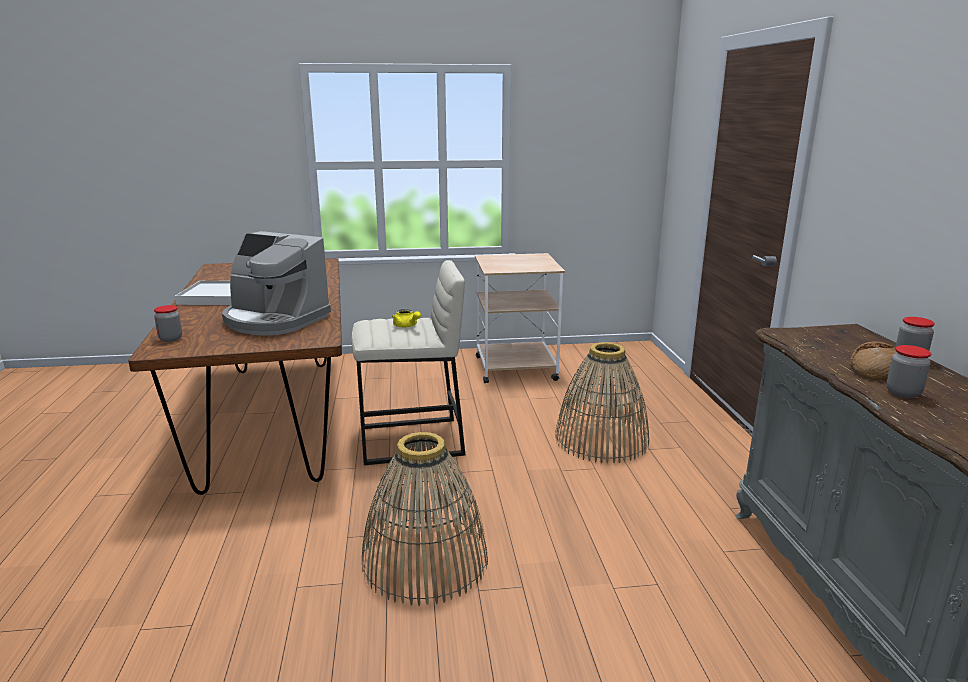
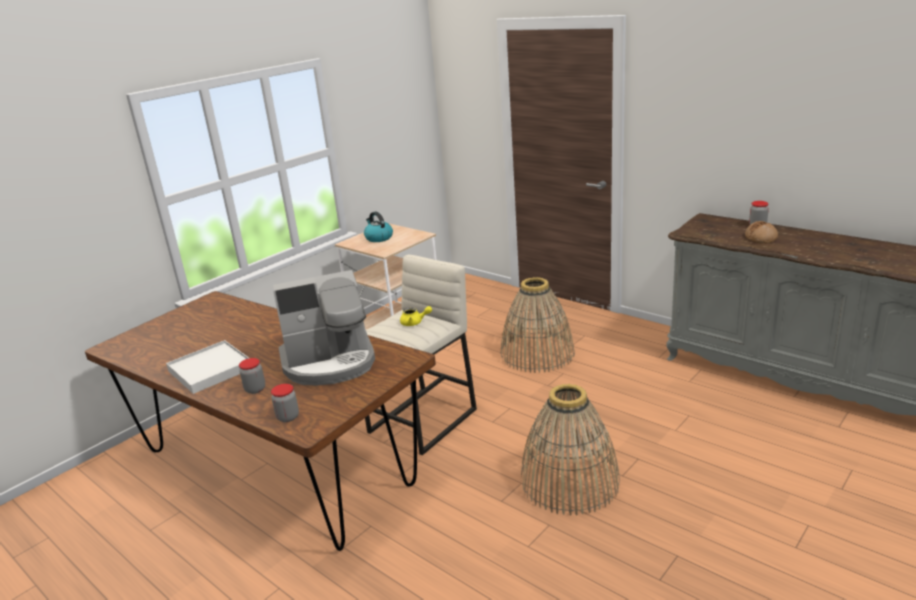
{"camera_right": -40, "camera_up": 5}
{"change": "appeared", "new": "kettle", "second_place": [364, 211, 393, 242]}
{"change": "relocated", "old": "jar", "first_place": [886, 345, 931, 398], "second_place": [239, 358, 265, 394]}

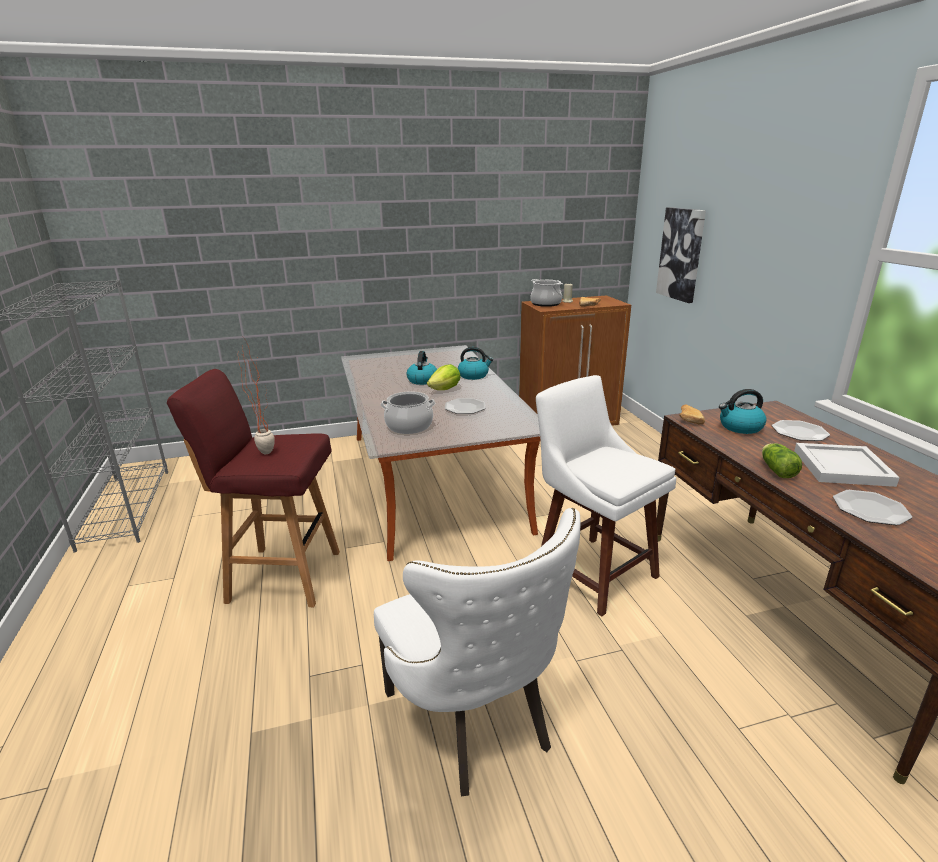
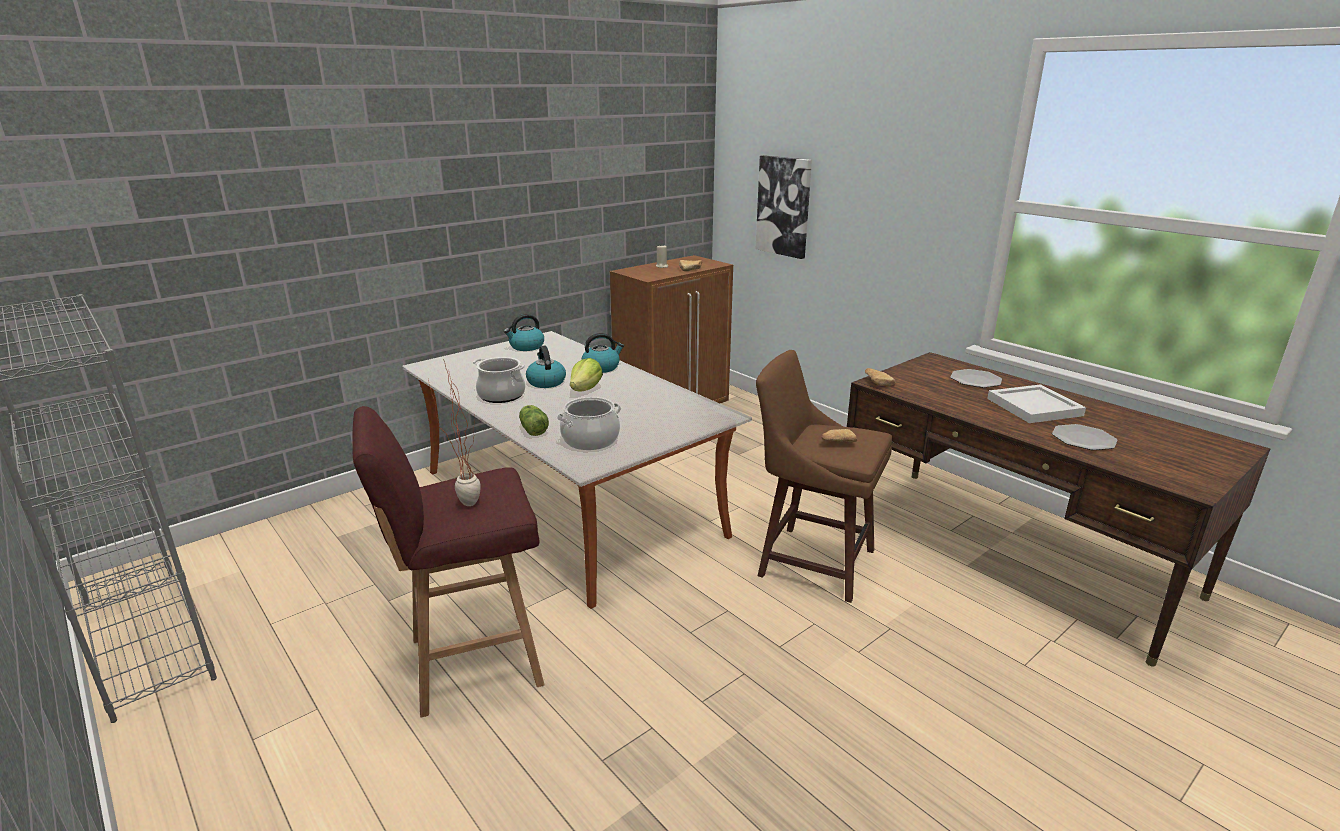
{"camera_right": -25, "camera_up": 0}
{"change": "missing", "old": "white chair", "first_place": [374, 508, 581, 796]}
{"change": "missing", "old": "plate", "first_place": [445, 398, 485, 414]}
{"change": "appeared", "new": "bread", "second_place": [821, 429, 857, 442]}
{"change": "relocated", "old": "cooking pot", "first_place": [530, 279, 563, 307], "second_place": [473, 357, 525, 403]}
{"change": "relocated", "old": "kettle", "first_place": [719, 389, 767, 434], "second_place": [504, 314, 544, 351]}
{"change": "relocated", "old": "lettuce", "first_place": [762, 443, 802, 478], "second_place": [519, 405, 549, 436]}
{"change": "colour", "old": "white stool", "new": "brown stool", "first_place": [536, 375, 676, 616], "second_place": [756, 350, 892, 603]}

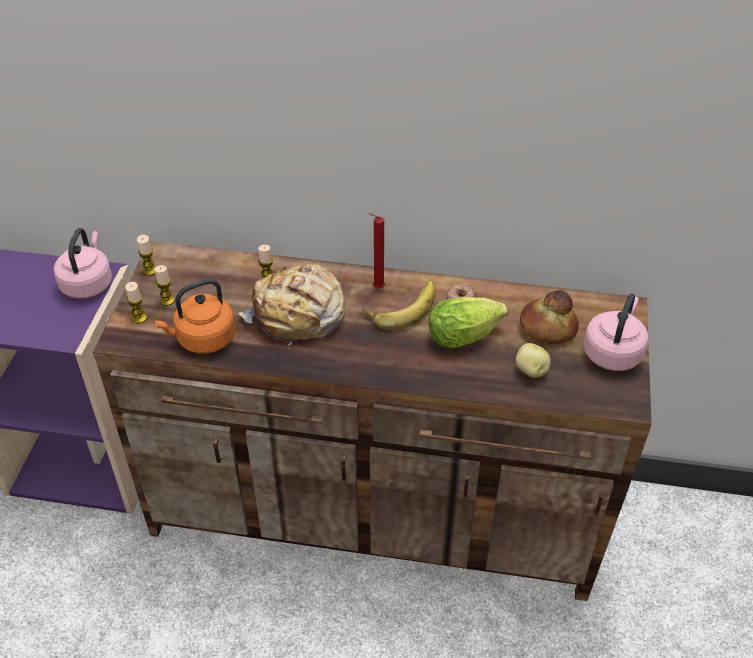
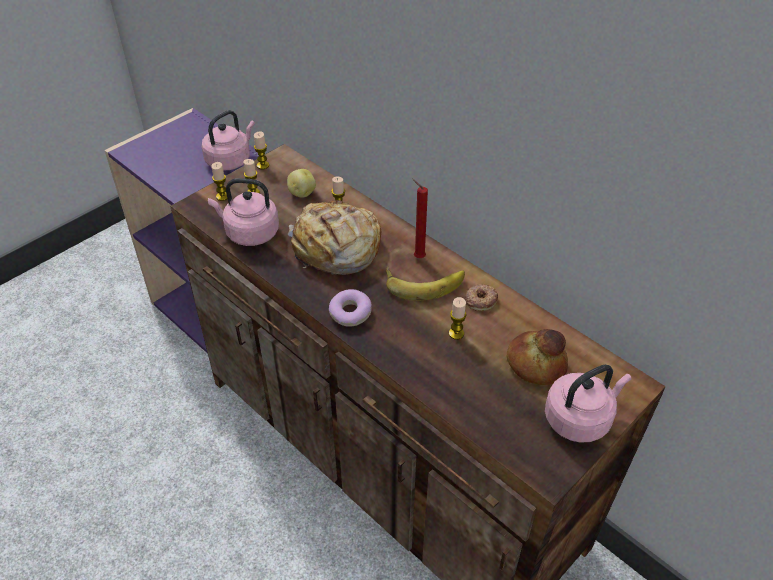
{"camera_right": 35, "camera_up": 0}
{"change": "appeared", "new": "donut", "second_place": [329, 289, 372, 327]}
{"change": "relocated", "old": "potato", "first_place": [516, 343, 551, 378], "second_place": [287, 169, 316, 198]}
{"change": "exchanged", "old": "lettuce", "new": "candle", "first_place": [428, 297, 508, 349], "second_place": [449, 297, 466, 340]}
{"change": "colour", "old": "orange kettle", "new": "pink kettle", "first_place": [154, 279, 236, 354], "second_place": [208, 178, 279, 246]}

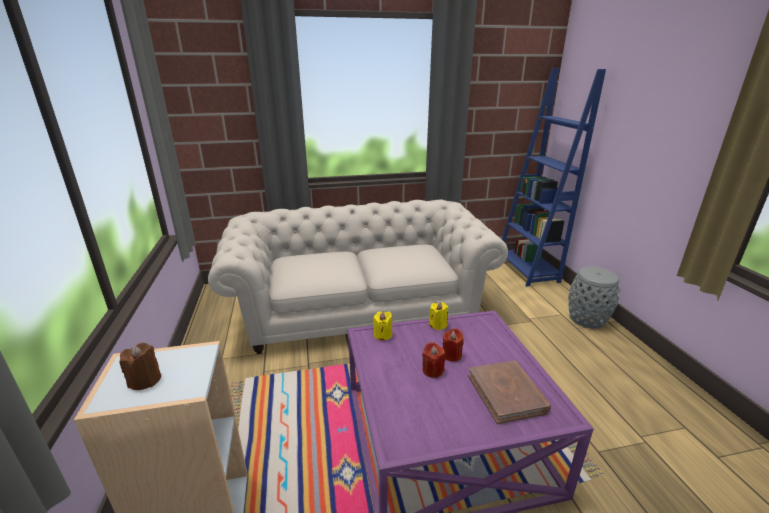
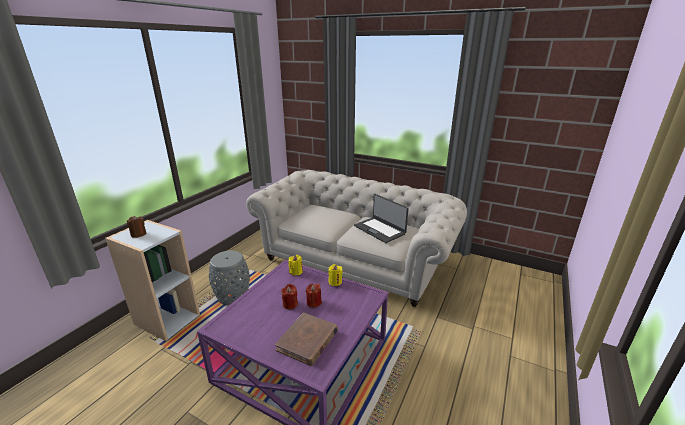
{"camera_right": 40, "camera_up": 0}
{"change": "missing", "old": "blue bookcase", "first_place": [502, 68, 606, 287]}
{"change": "appeared", "new": "laptop", "second_place": [354, 194, 409, 243]}
{"change": "relocated", "old": "grey stool", "first_place": [569, 267, 620, 329], "second_place": [209, 251, 250, 305]}

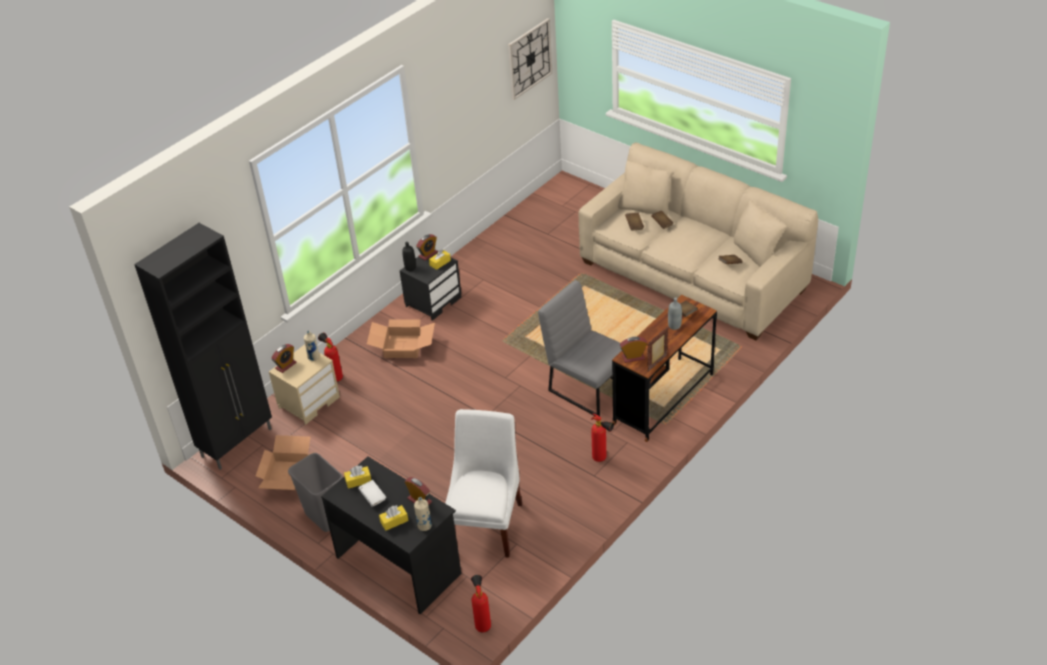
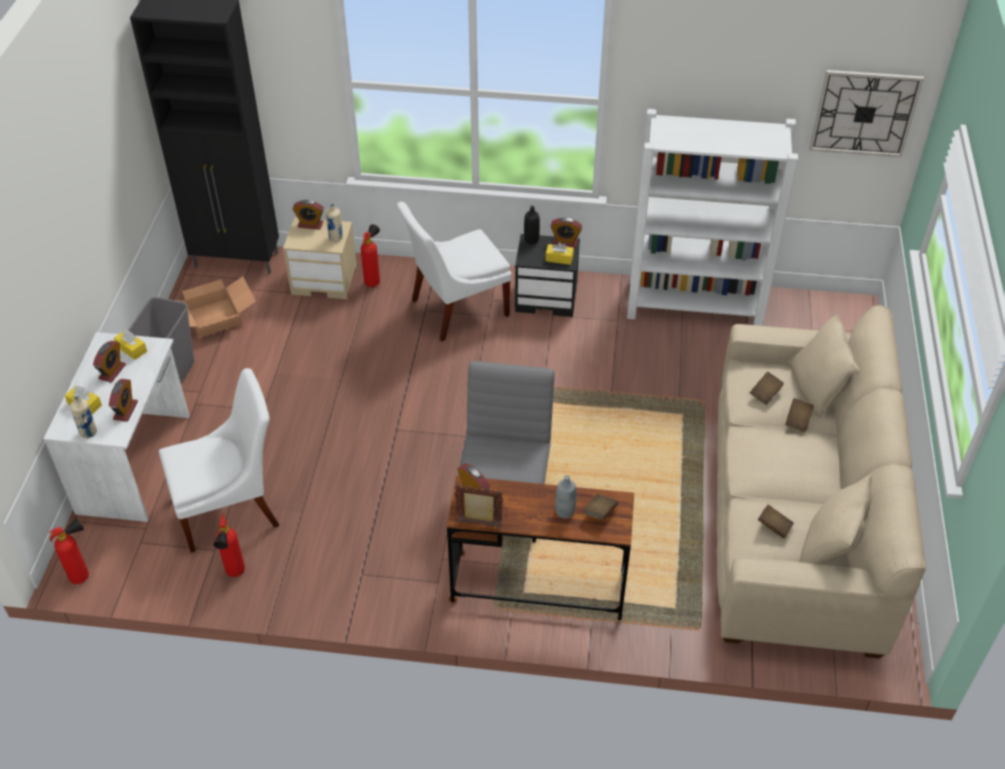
{"camera_right": 55, "camera_up": 5}
{"change": "appeared", "new": "white bookcase", "second_place": [627, 109, 798, 326]}
{"change": "relocated", "old": "fire extinguisher", "first_place": [591, 414, 614, 462], "second_place": [213, 513, 245, 577]}
{"change": "exchanged", "old": "white book", "new": "alarm clock", "first_place": [358, 480, 386, 507], "second_place": [93, 341, 126, 383]}
{"change": "exchanged", "old": "cardboard box", "new": "white chair", "first_place": [367, 319, 435, 358], "second_place": [397, 202, 511, 341]}
{"change": "colour", "old": "black desk", "new": "white desk", "first_place": [321, 457, 461, 614], "second_place": [44, 332, 190, 522]}

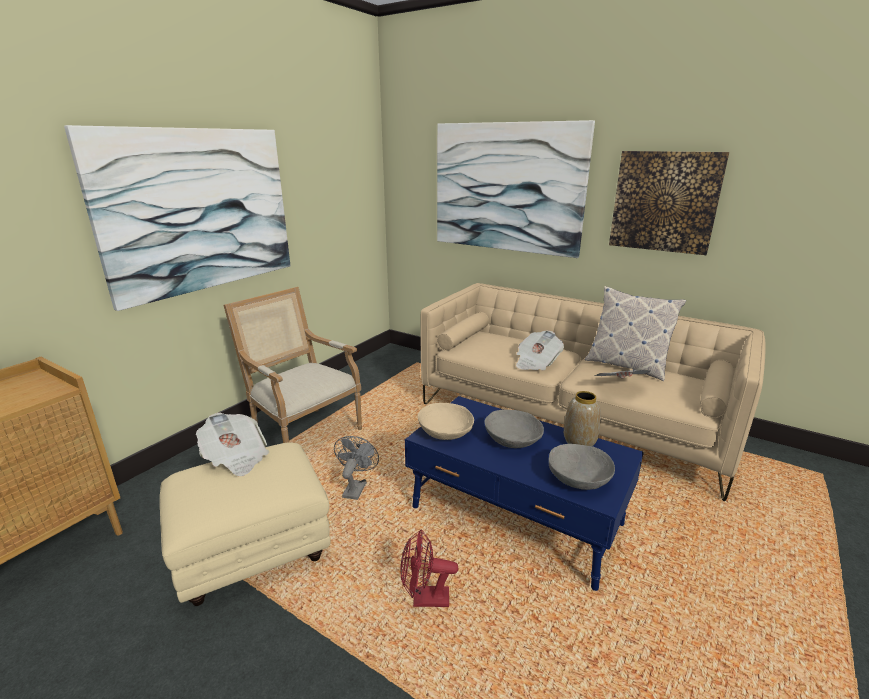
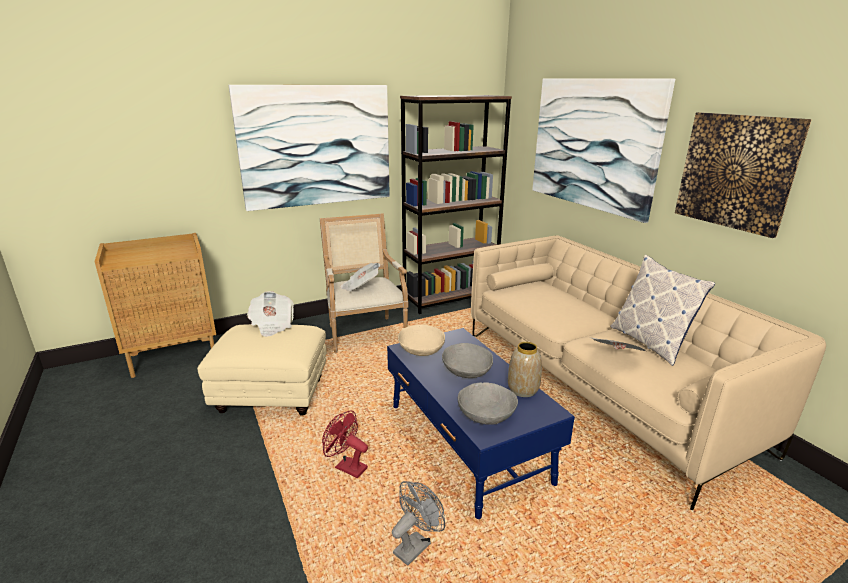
{"camera_right": 30, "camera_up": 0}
{"change": "appeared", "new": "brown bookcase", "second_place": [400, 95, 512, 314]}
{"change": "relocated", "old": "grey fan", "first_place": [334, 436, 379, 500], "second_place": [392, 481, 445, 566]}
{"change": "relocated", "old": "newspaper", "first_place": [516, 330, 564, 371], "second_place": [340, 263, 381, 292]}

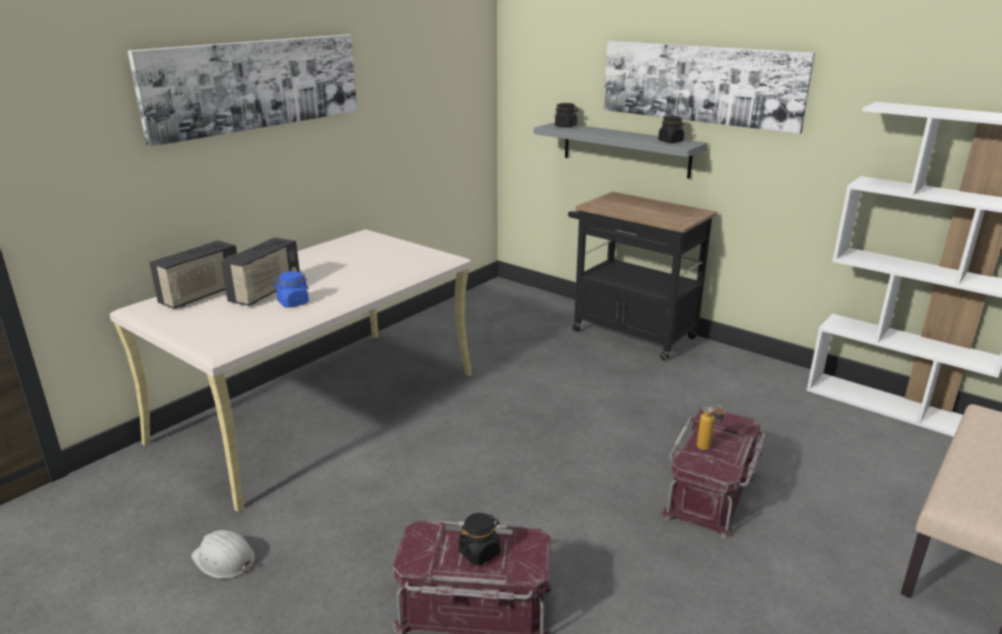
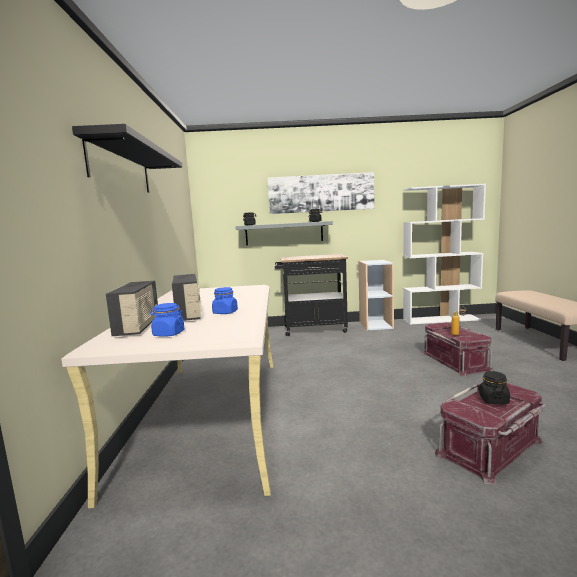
{"camera_right": -40, "camera_up": -15}
{"change": "missing", "old": "white hard hat", "first_place": [191, 530, 255, 579]}
{"change": "appeared", "new": "blue jar", "second_place": [150, 303, 184, 337]}
{"change": "appeared", "new": "bookcase", "second_place": [358, 260, 394, 330]}
{"change": "exchanged", "old": "picture", "new": "black shelf", "first_place": [128, 34, 357, 147], "second_place": [72, 124, 182, 193]}

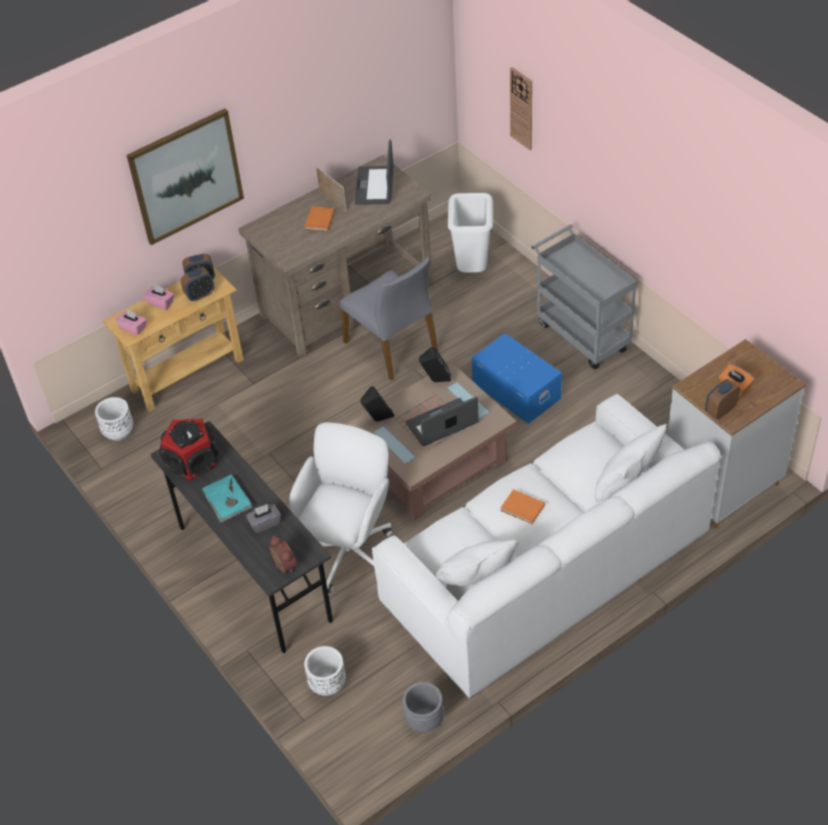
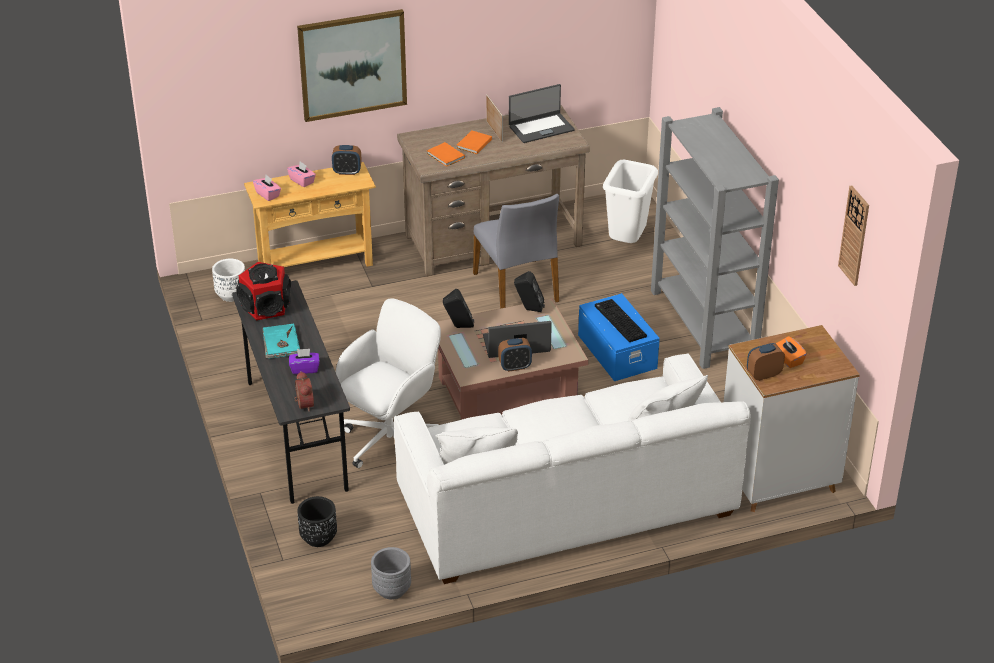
{"camera_right": 15, "camera_up": -10}
{"change": "appeared", "new": "keyboard", "second_place": [595, 299, 647, 342]}
{"change": "relocated", "old": "alarm clock", "first_place": [181, 267, 214, 301], "second_place": [498, 338, 532, 372]}
{"change": "relocated", "old": "orange book", "first_place": [500, 489, 545, 524], "second_place": [427, 142, 465, 167]}
{"change": "relocated", "old": "wall clock", "first_place": [510, 67, 532, 150], "second_place": [838, 185, 869, 286]}
{"change": "exchanged", "old": "grey cart", "new": "grey bookcase", "first_place": [532, 224, 637, 369], "second_place": [651, 107, 779, 369]}
{"change": "colour", "old": "grey tissue box", "new": "purple tissue box", "first_place": [246, 504, 281, 533], "second_place": [289, 349, 320, 374]}
{"change": "colour", "old": "white planter", "new": "black planter", "first_place": [304, 646, 346, 696], "second_place": [297, 496, 337, 547]}
{"change": "spun", "old": "laptop", "first_place": [355, 139, 394, 205], "second_place": [509, 84, 575, 143], "degrees": -135}

